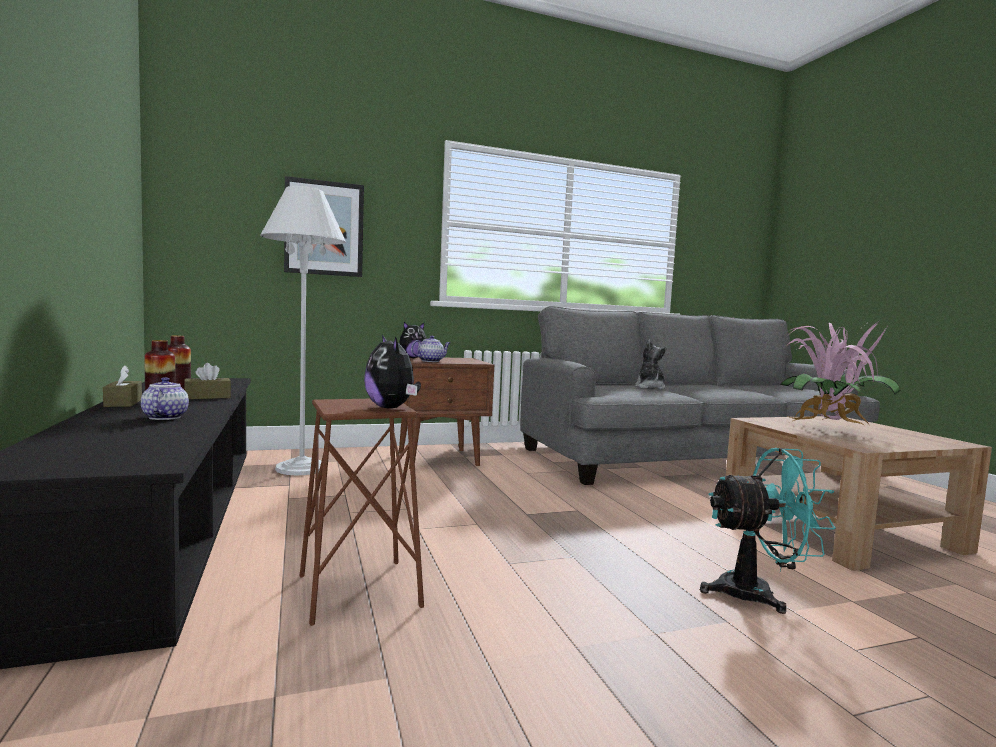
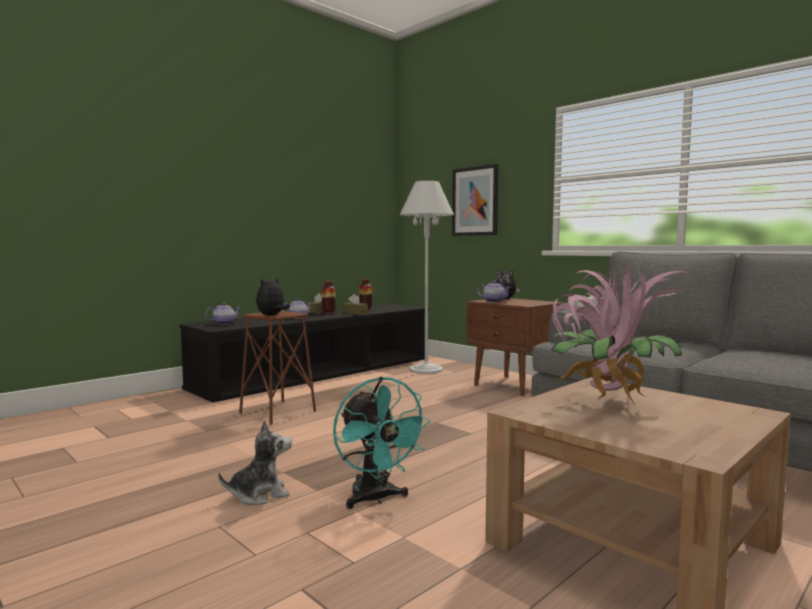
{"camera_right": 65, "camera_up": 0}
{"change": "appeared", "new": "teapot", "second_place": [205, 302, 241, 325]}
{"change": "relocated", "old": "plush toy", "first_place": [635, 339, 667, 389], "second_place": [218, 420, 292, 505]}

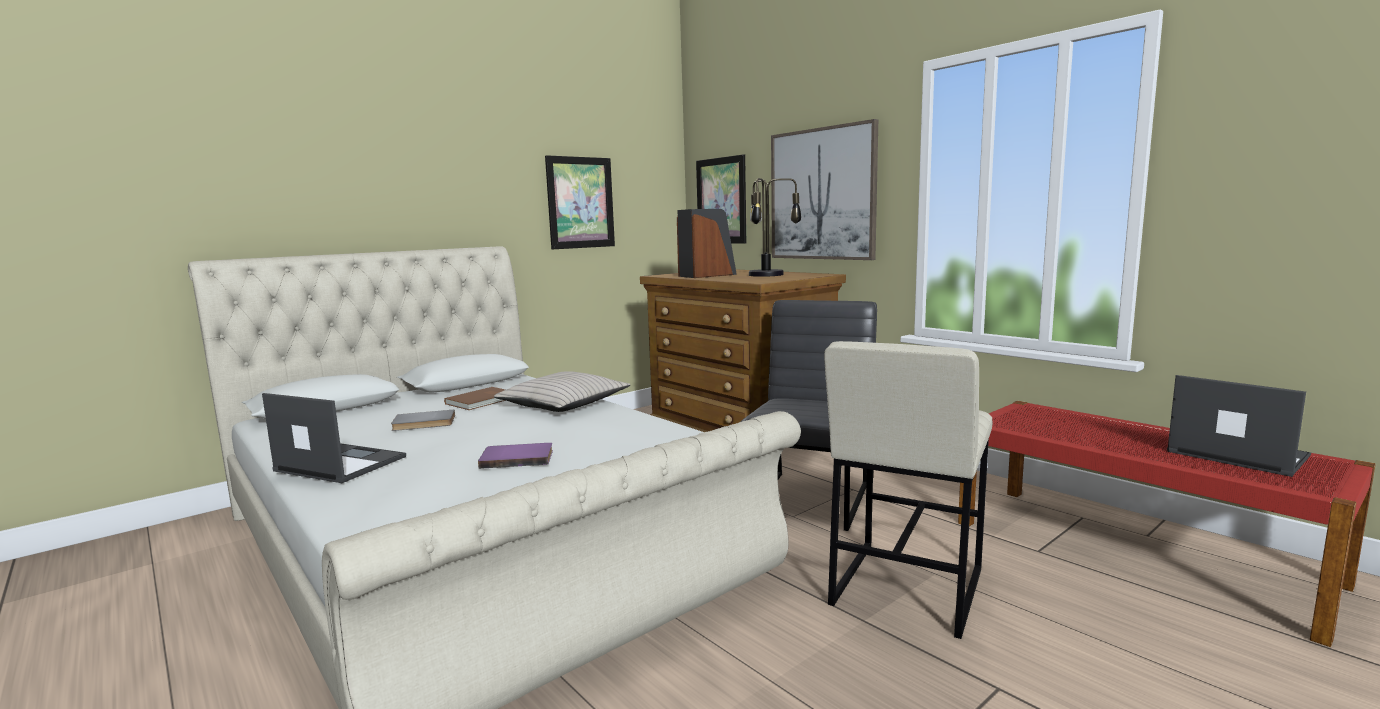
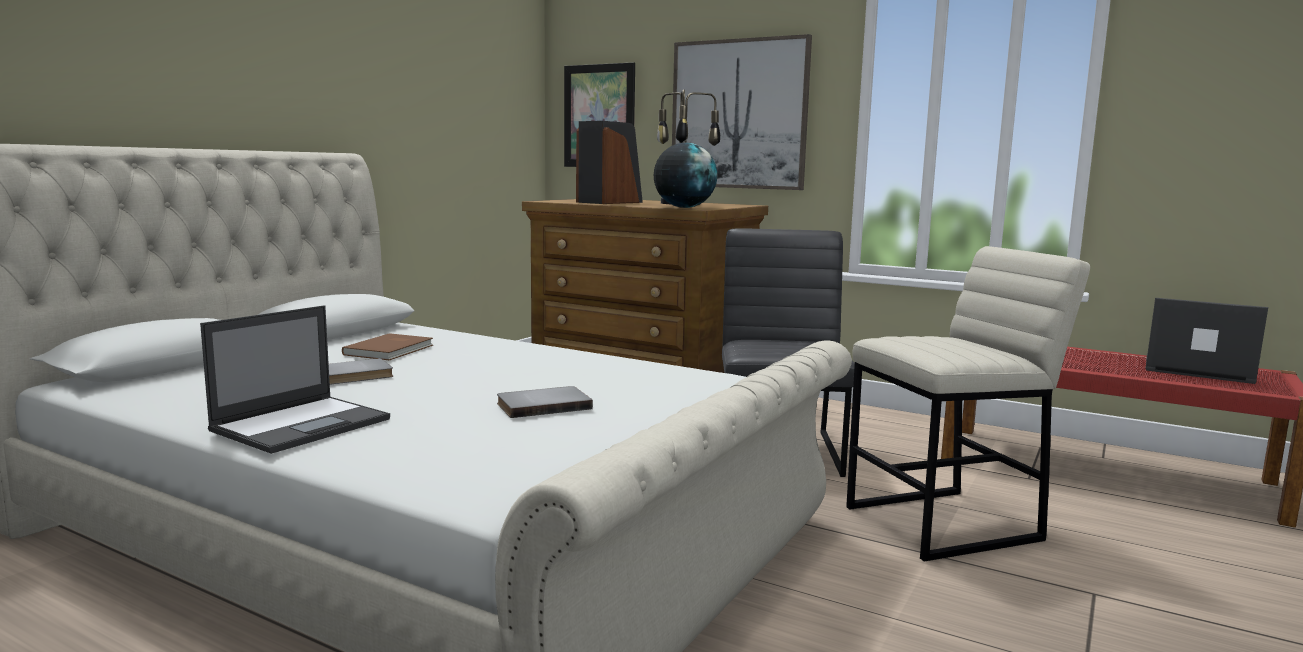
{"camera_right": -20, "camera_up": 0}
{"change": "missing", "old": "beige pillow", "first_place": [494, 371, 630, 412]}
{"change": "missing", "old": "picture", "first_place": [545, 155, 615, 249]}
{"change": "appeared", "new": "globe", "second_place": [654, 143, 717, 208]}
{"change": "colour", "old": "purple book", "new": "grey book", "first_place": [478, 443, 553, 469], "second_place": [497, 386, 593, 418]}
{"change": "spun", "old": "laptop", "first_place": [262, 393, 406, 483], "second_place": [200, 305, 390, 454], "degrees": 120}
{"change": "spun", "old": "beige chair", "first_place": [824, 341, 993, 639], "second_place": [846, 246, 1090, 561], "degrees": -120}

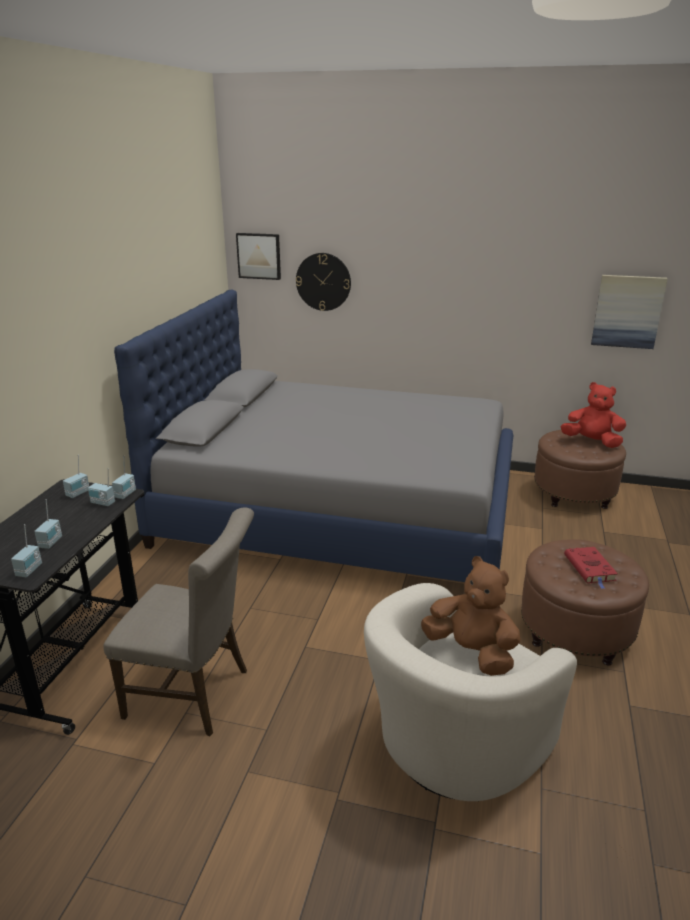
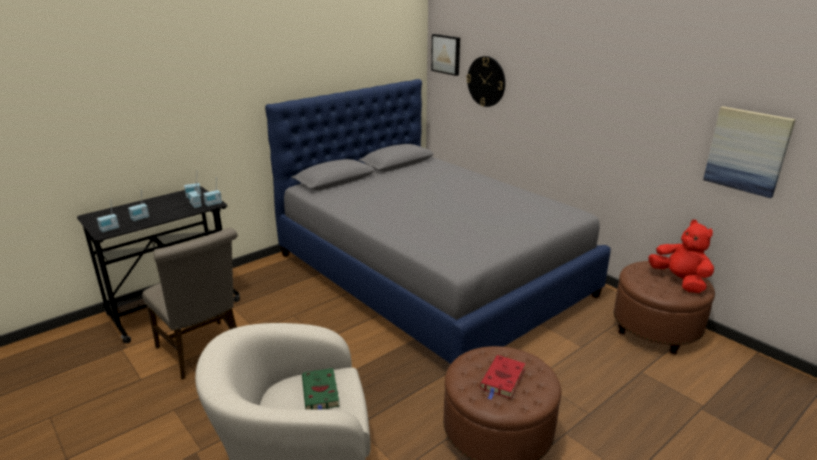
{"camera_right": 35, "camera_up": 0}
{"change": "exchanged", "old": "brown plush toy", "new": "green book", "first_place": [421, 556, 521, 676], "second_place": [302, 368, 339, 410]}

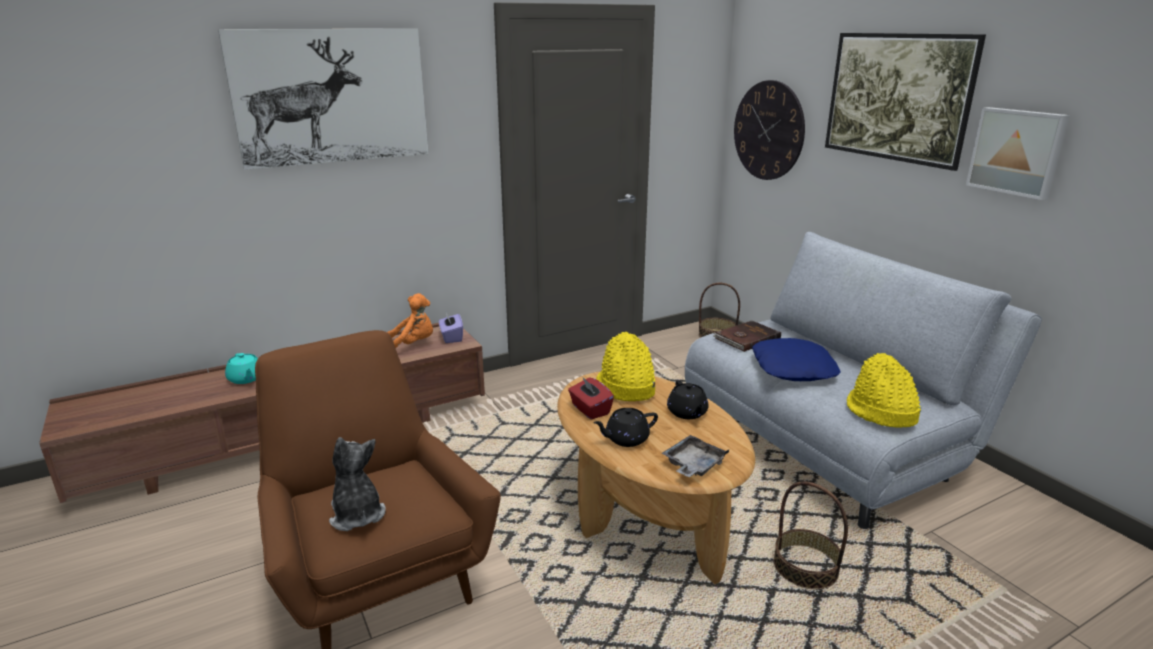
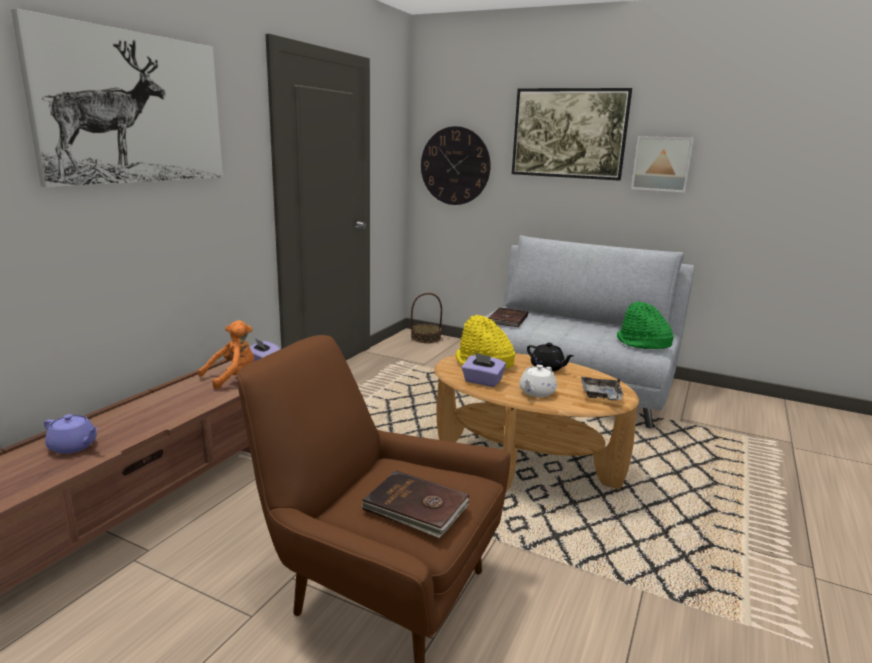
{"camera_right": -35, "camera_up": -5}
{"change": "missing", "old": "blue pillow", "first_place": [752, 338, 841, 381]}
{"change": "missing", "old": "basket", "first_place": [774, 481, 848, 589]}
{"change": "exchanged", "old": "plush toy", "new": "brown book", "first_place": [329, 437, 386, 531], "second_place": [361, 470, 469, 538]}
{"change": "colour", "old": "turquoise teapot", "new": "purple teapot", "first_place": [225, 353, 258, 384], "second_place": [44, 414, 98, 454]}
{"change": "colour", "old": "red tissue box", "new": "purple tissue box", "first_place": [568, 377, 614, 420], "second_place": [462, 353, 506, 387]}
{"change": "colour", "old": "black teapot", "new": "white teapot", "first_place": [593, 408, 658, 447], "second_place": [519, 365, 557, 397]}
{"change": "colour", "old": "yellow hat", "new": "green hat", "first_place": [847, 353, 921, 428], "second_place": [617, 301, 674, 349]}

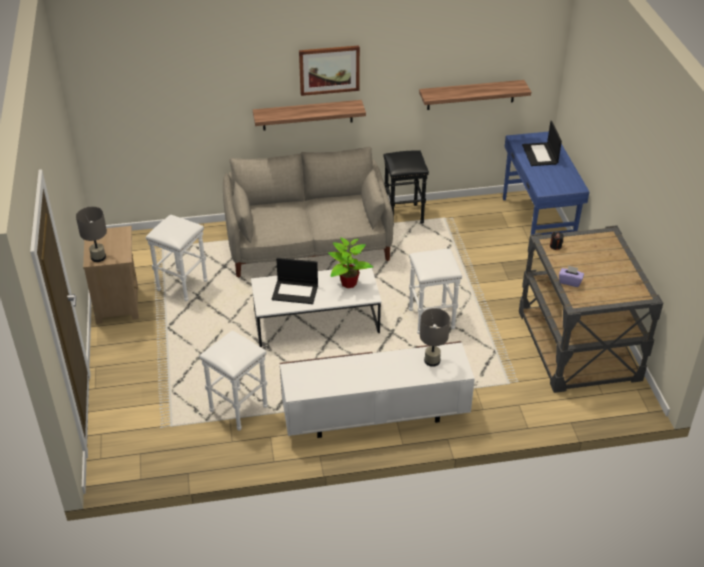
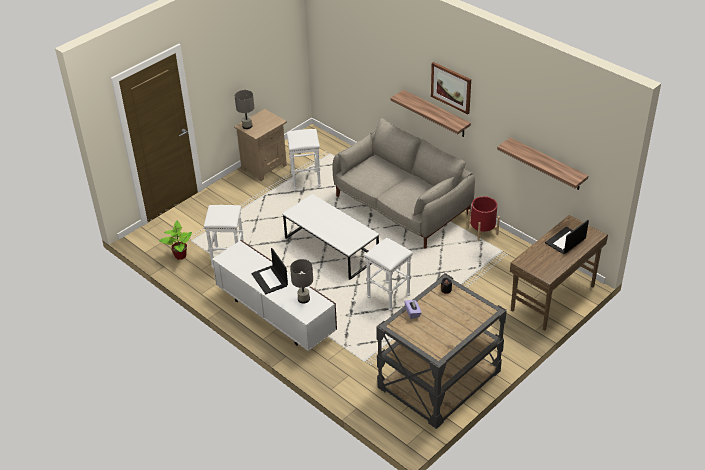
{"camera_right": 55, "camera_up": 0}
{"change": "relocated", "old": "laptop", "first_place": [272, 258, 318, 304], "second_place": [251, 248, 288, 294]}
{"change": "relocated", "old": "potted plant", "first_place": [328, 237, 373, 288], "second_place": [159, 220, 192, 260]}
{"change": "exchanged", "old": "black stool", "new": "red planter", "first_place": [384, 150, 429, 226], "second_place": [467, 196, 500, 241]}
{"change": "colour", "old": "blue console table", "new": "brown console table", "first_place": [503, 131, 589, 235], "second_place": [510, 215, 608, 331]}

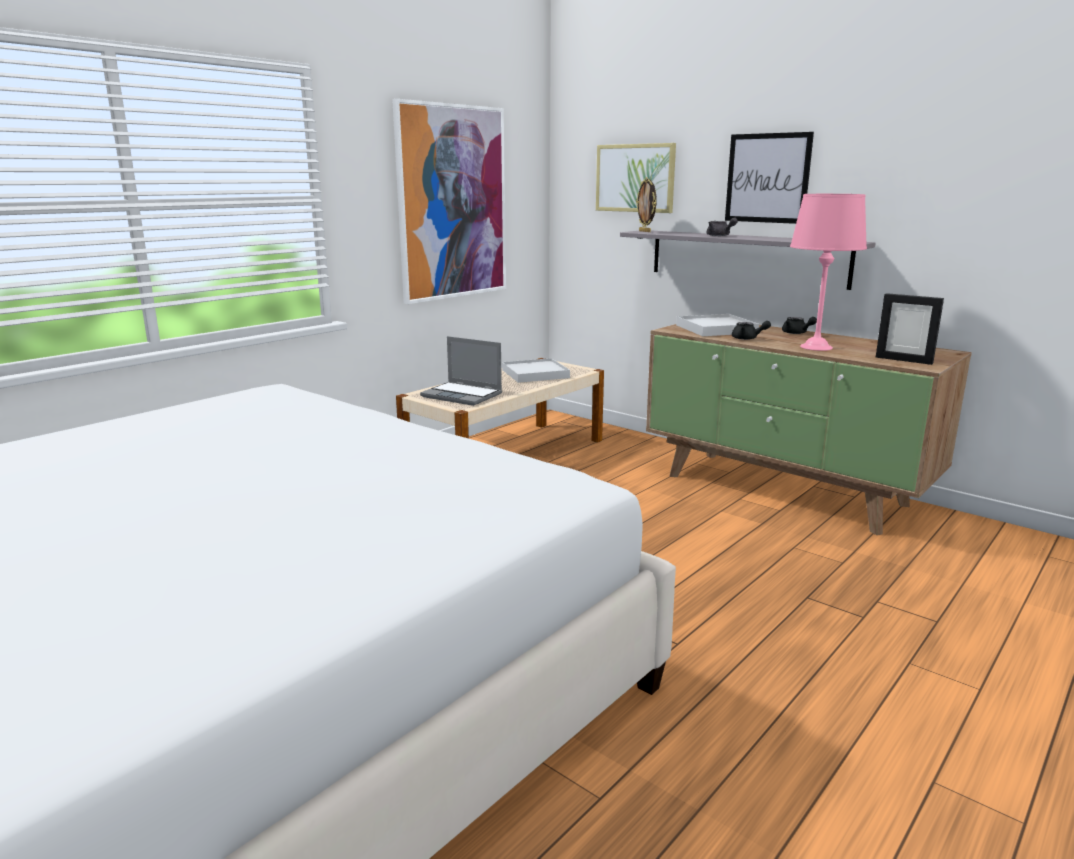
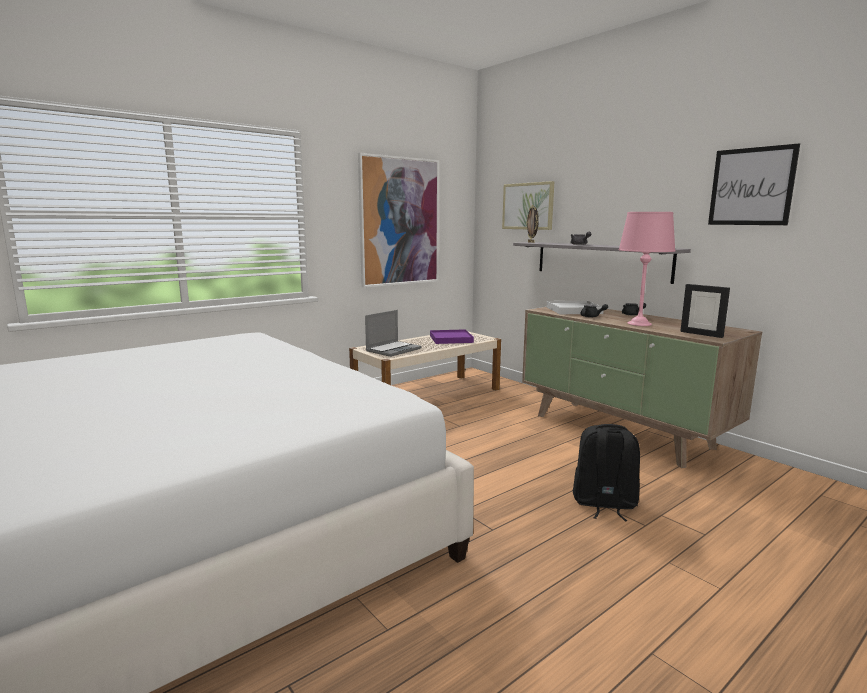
{"camera_right": 10, "camera_up": -5}
{"change": "appeared", "new": "black backpack", "second_place": [573, 424, 640, 521]}
{"change": "relocated", "old": "picture", "first_place": [725, 132, 814, 224], "second_place": [708, 143, 800, 225]}
{"change": "colour", "old": "white tray", "new": "purple tray", "first_place": [502, 358, 570, 383], "second_place": [430, 329, 474, 344]}
{"change": "spun", "old": "laptop", "first_place": [420, 336, 502, 406], "second_place": [365, 310, 421, 357], "degrees": -90}

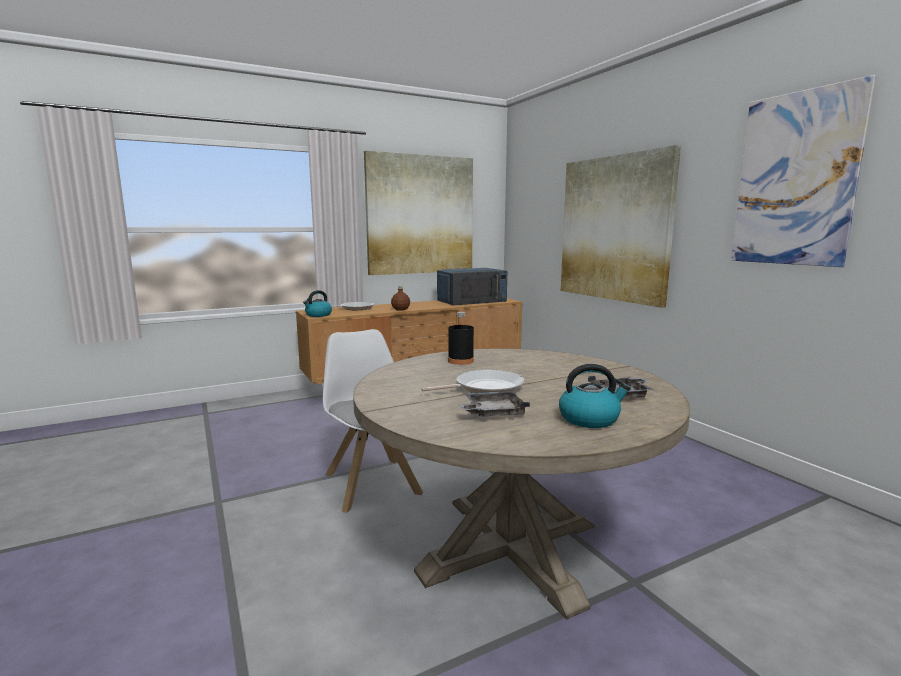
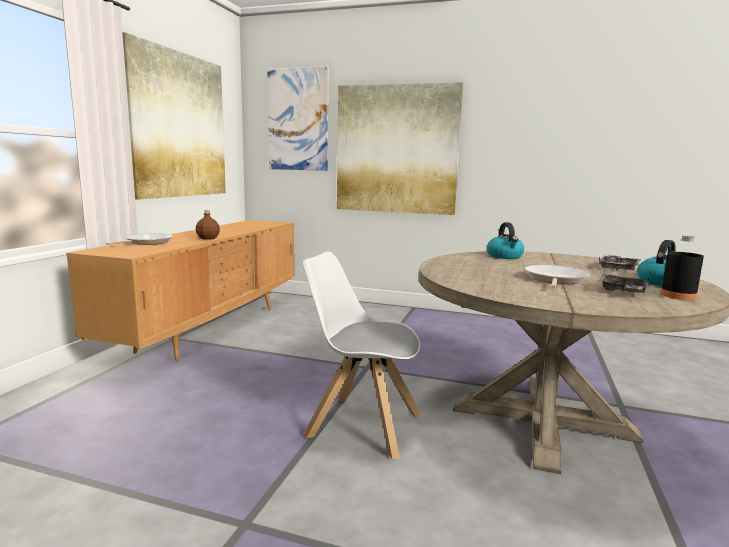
{"camera_right": -45, "camera_up": 0}
{"change": "missing", "old": "blue microwave", "first_place": [437, 268, 507, 305]}
{"change": "relocated", "old": "kettle", "first_place": [303, 290, 332, 317], "second_place": [487, 222, 524, 259]}
{"change": "relocated", "old": "black bottle", "first_place": [448, 312, 474, 365], "second_place": [660, 235, 704, 300]}
{"change": "relocated", "old": "picture", "first_place": [731, 75, 876, 267], "second_place": [267, 66, 329, 171]}

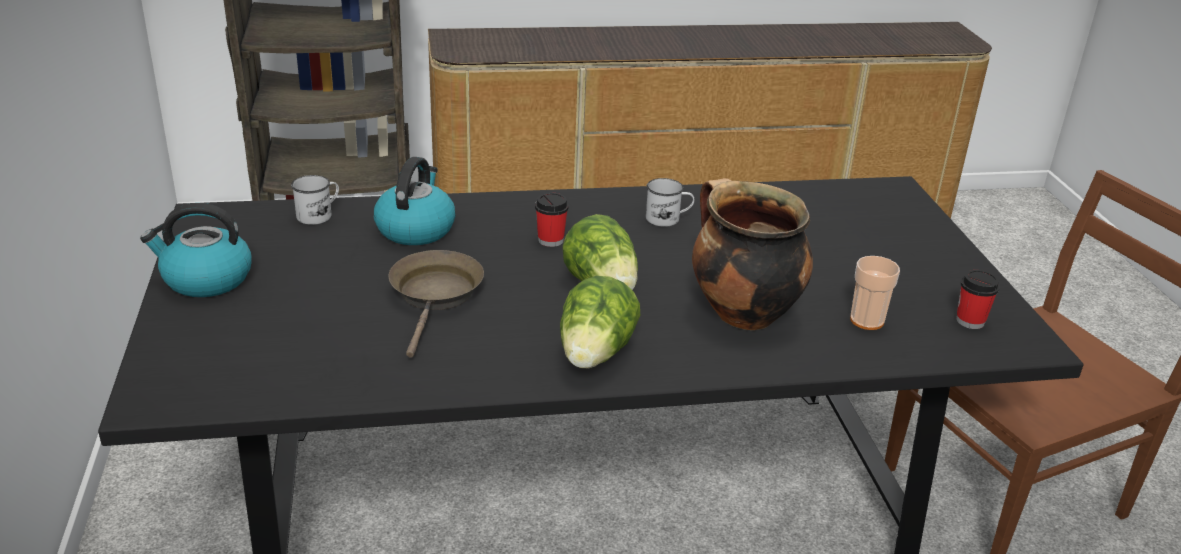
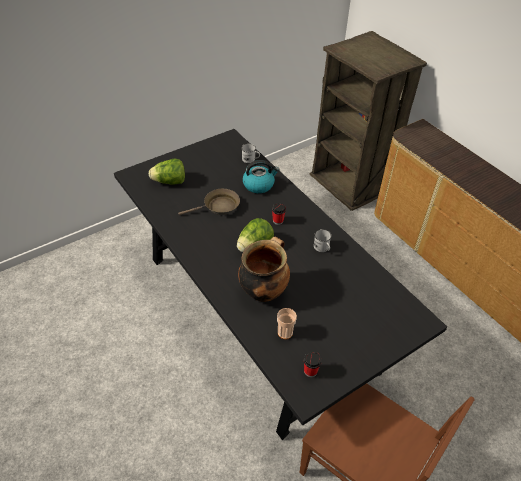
{"camera_right": 65, "camera_up": 15}
{"change": "missing", "old": "kettle", "first_place": [140, 203, 252, 297]}
{"change": "relocated", "old": "lettuce", "first_place": [560, 276, 640, 368], "second_place": [149, 159, 185, 185]}

